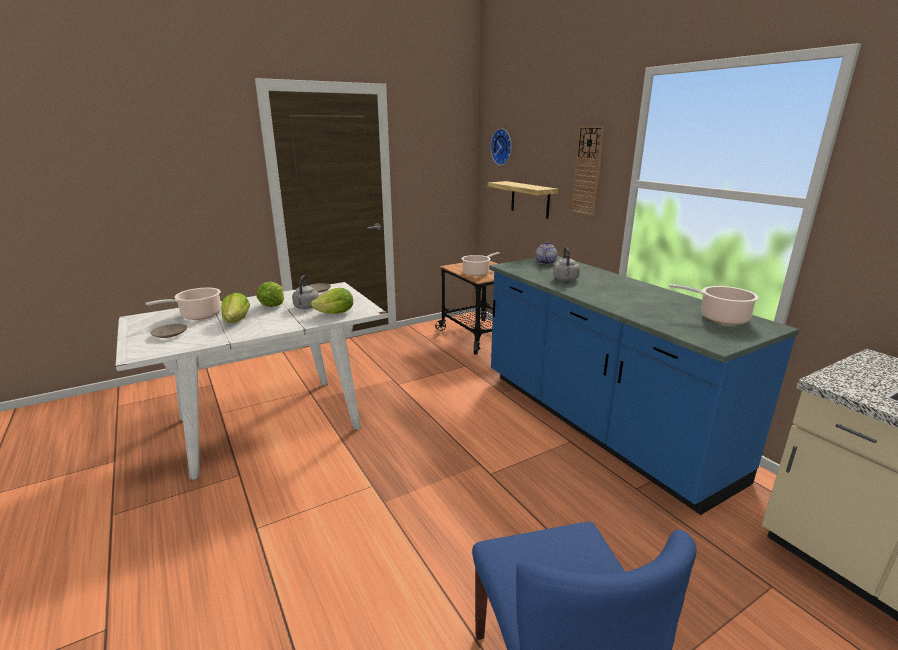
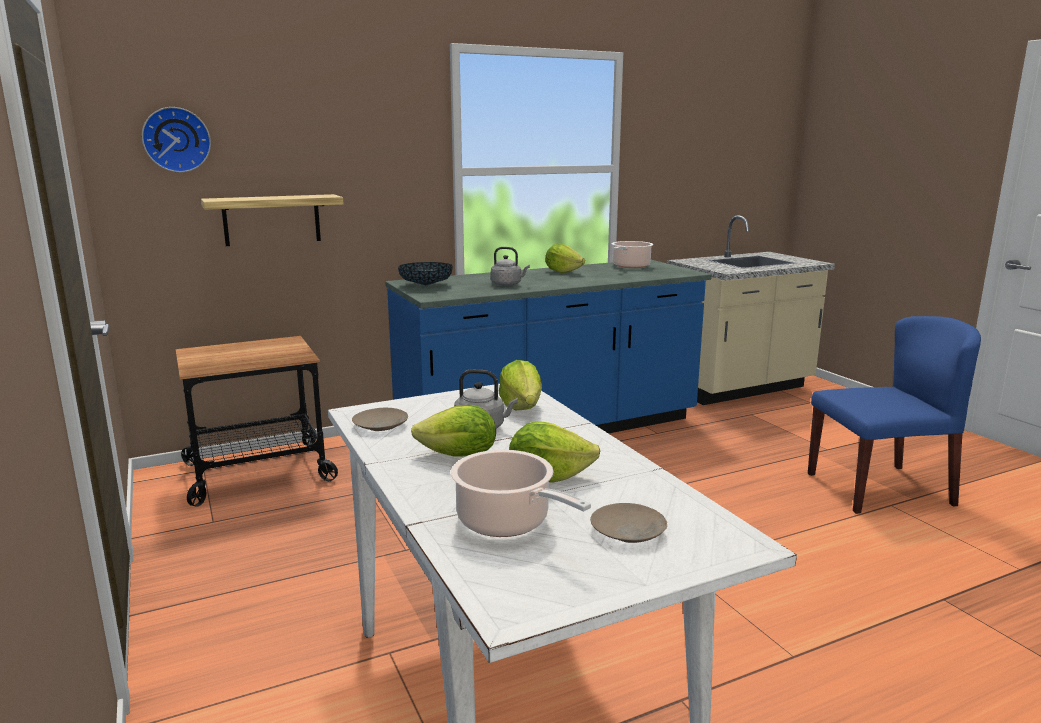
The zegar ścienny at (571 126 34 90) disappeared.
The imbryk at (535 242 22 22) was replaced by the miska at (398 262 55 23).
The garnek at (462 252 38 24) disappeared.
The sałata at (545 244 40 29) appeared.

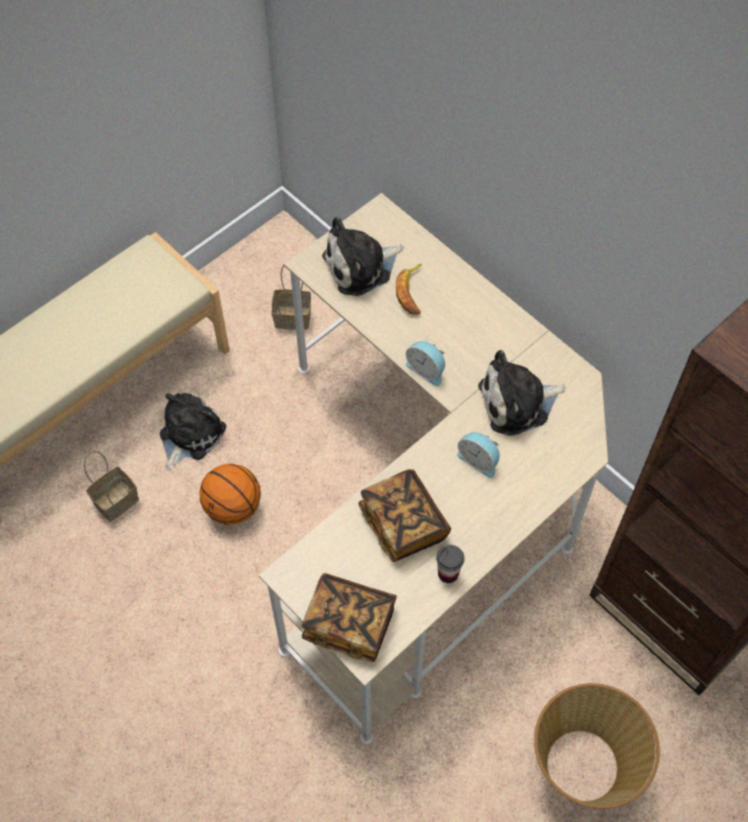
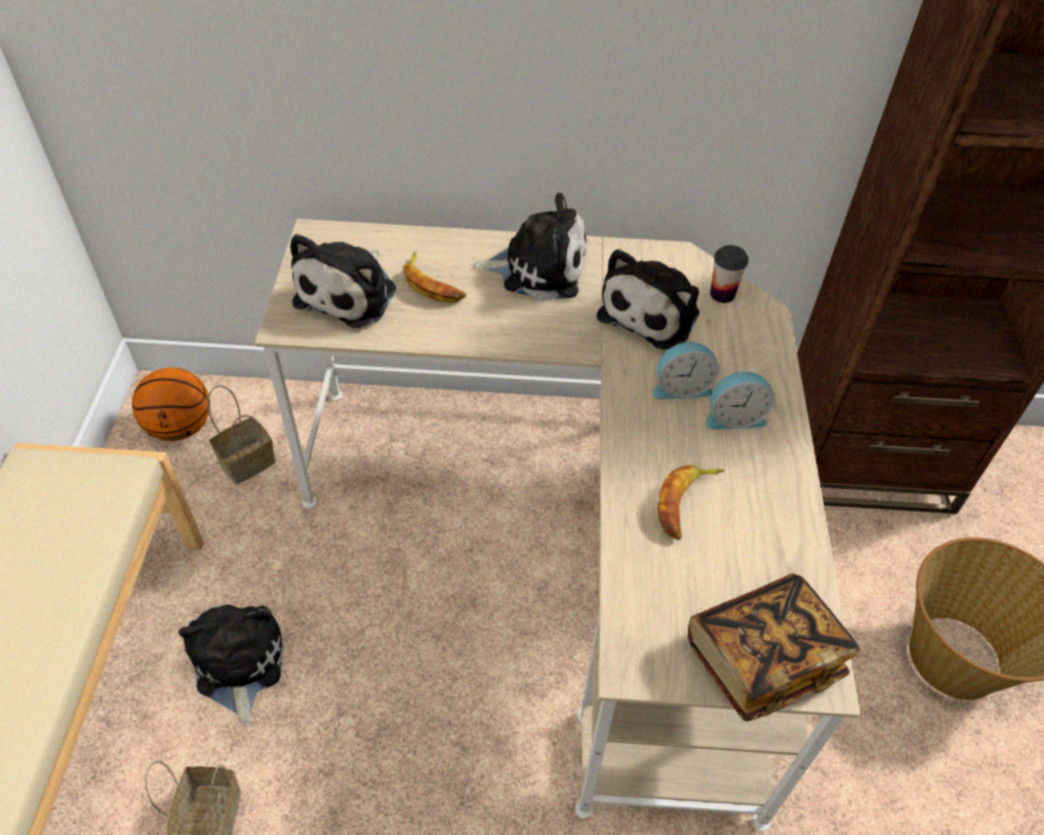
The budzik moved from (406 341 39 45) to (706 372 69 57).
The piłka do koszykówki moved from (200 464 61 61) to (132 368 78 73).
The książka at (358 469 93 93) was replaced by the banan at (657 465 68 75).
The filiżanka moved from (436 545 29 38) to (710 245 39 58).
The pluszak at (472 193 115 107) appeared.

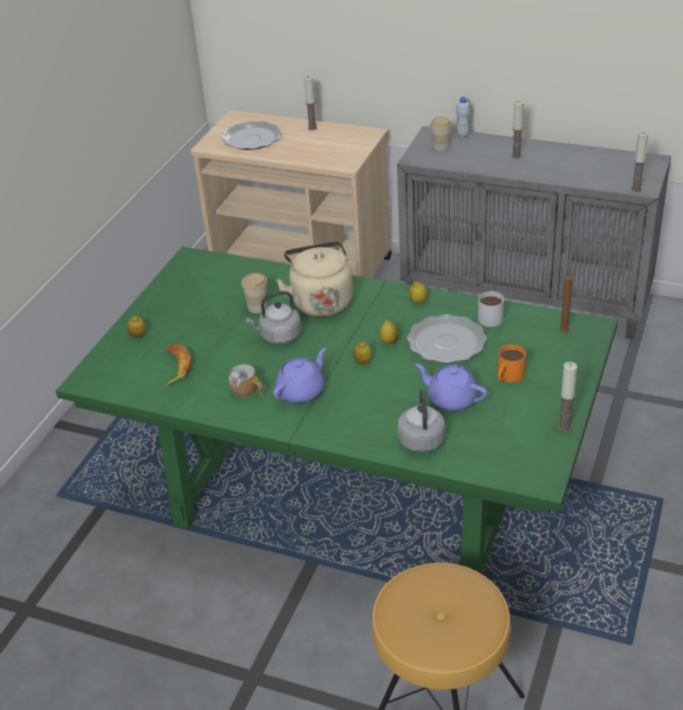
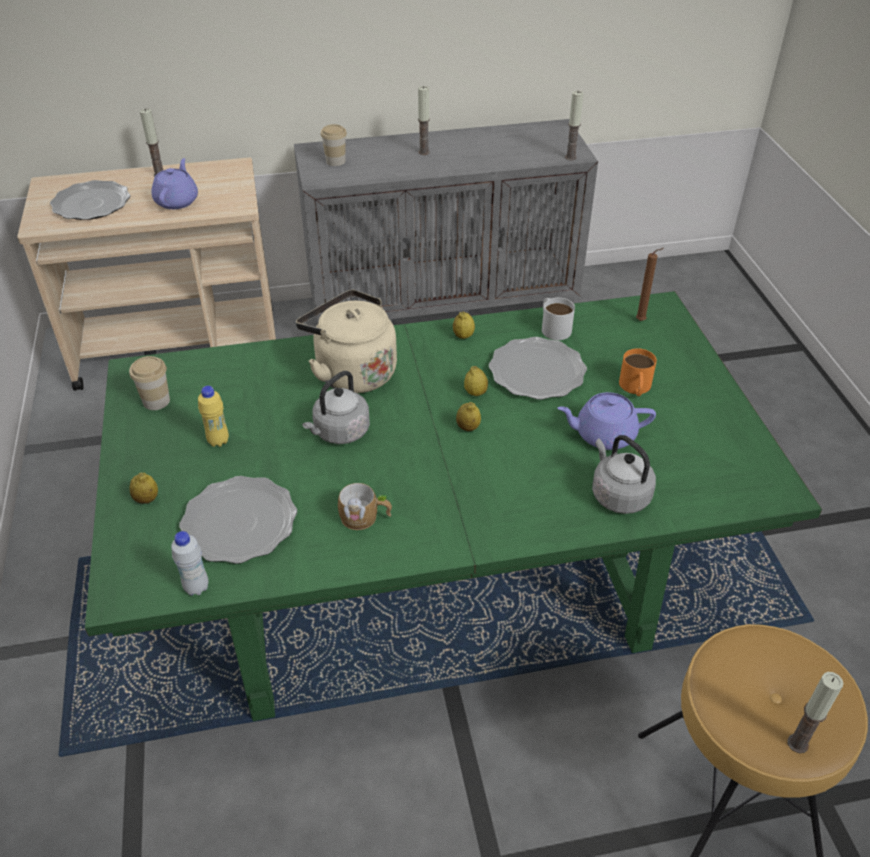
The butelka/biały moved from (456 97 14 41) to (171 531 38 65).
The filiżanka moved from (241 273 27 40) to (129 356 41 54).
The banan at (165 344 26 42) was replaced by the talerz at (179 476 118 88).
The imbryk/fioletowy moved from (273 348 53 55) to (151 158 47 51).
The świeca moved from (558 362 19 70) to (787 672 56 81).
The butelka/żółty at (198 386 31 61) appeared.

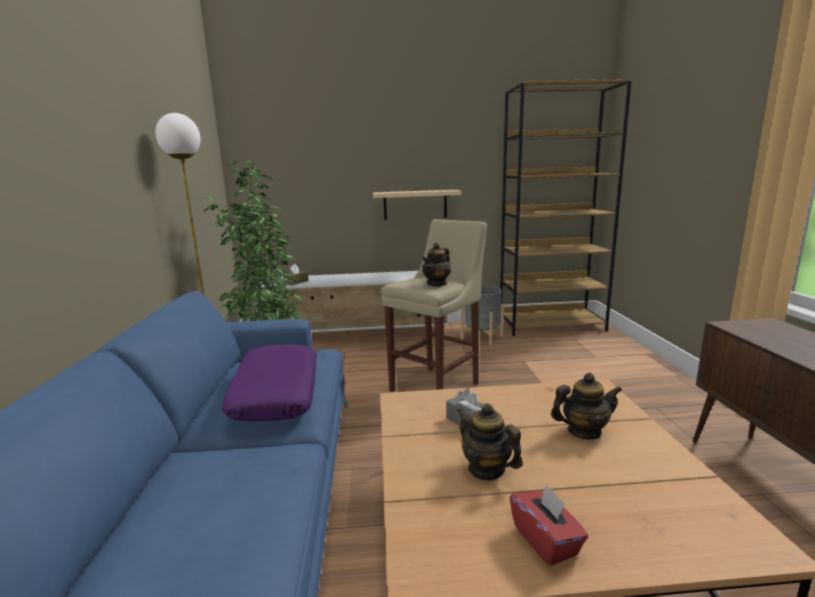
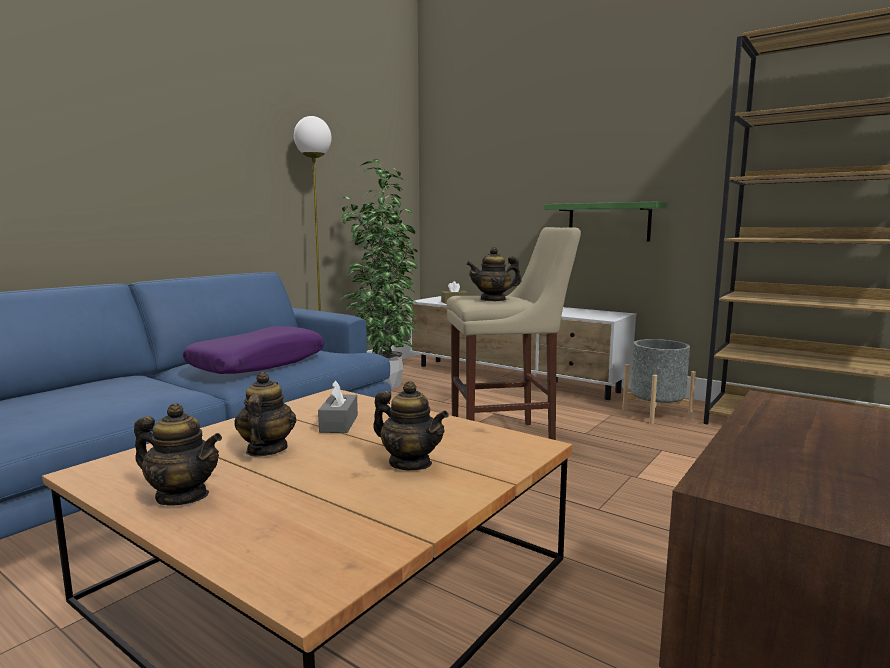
The półka/beżowy at (373 190 88 30) became the półka/zielony at (544 202 123 40).
The pudełko chusteczek/czerwony at (510 484 78 82) was replaced by the imbryk at (134 403 88 102).

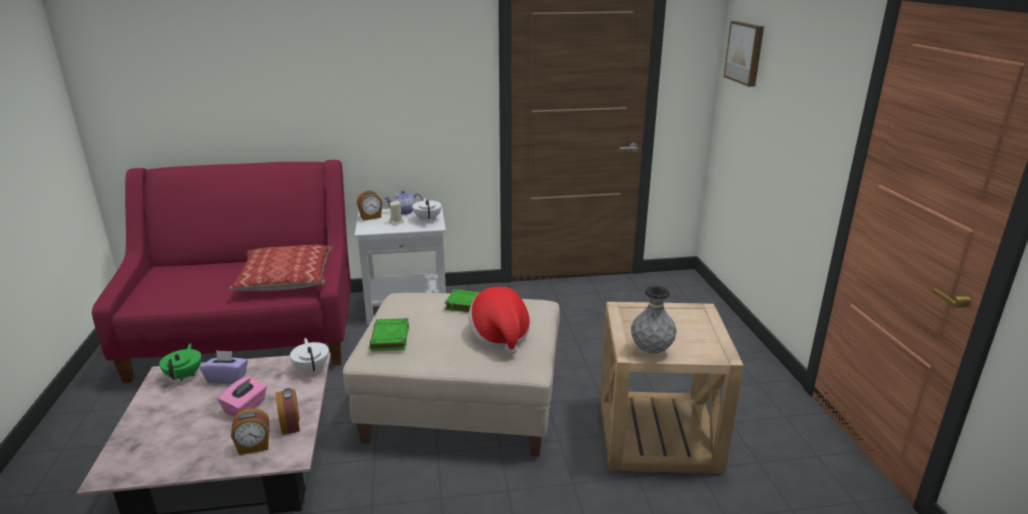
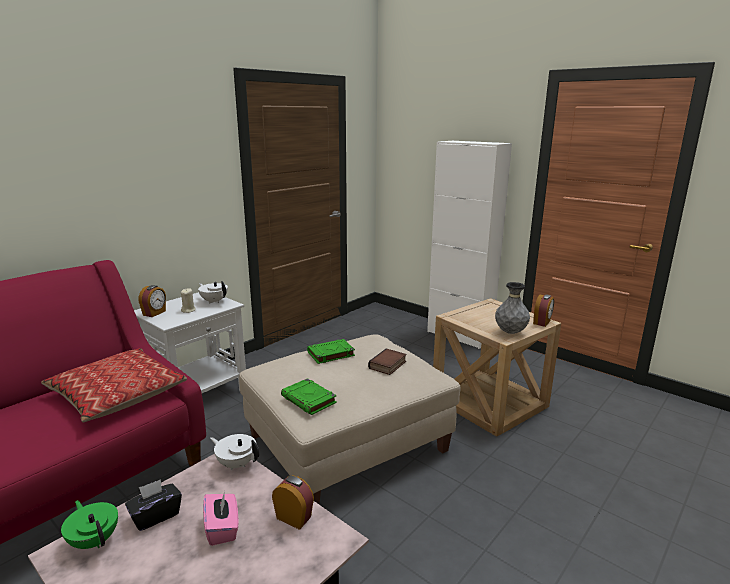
The obraz at (724 21 40 66) disappeared.
The imbryk at (384 190 39 25) disappeared.
The kapelusz at (469 287 61 68) was replaced by the książka at (368 349 39 26).
The pudełko chusteczek/fioletowy at (200 350 48 34) became the pudełko chusteczek/czarny at (125 479 57 52).
The budzik moved from (231 408 38 47) to (533 294 21 33).
The szafka/biały at (427 141 85 208) appeared.

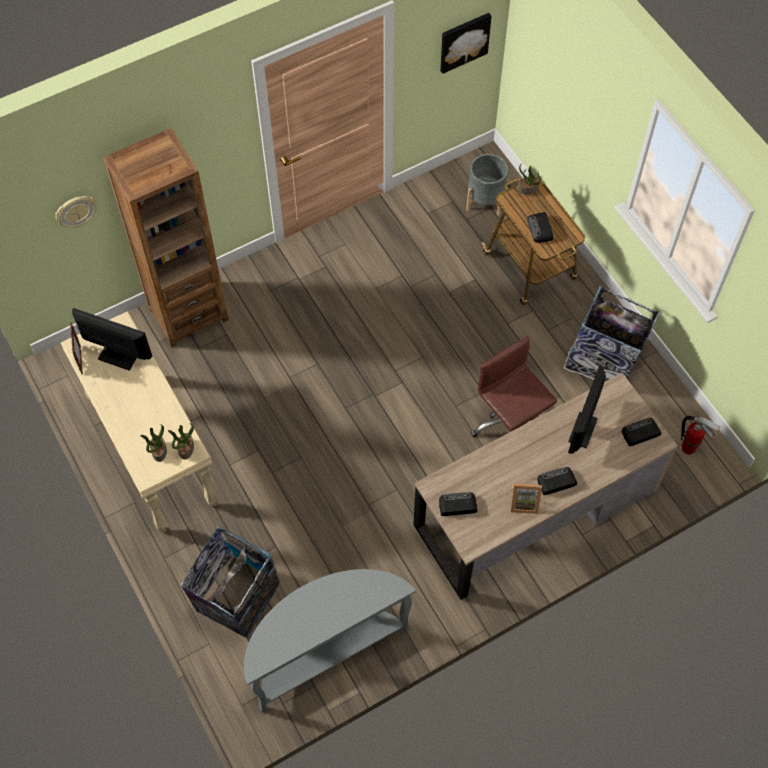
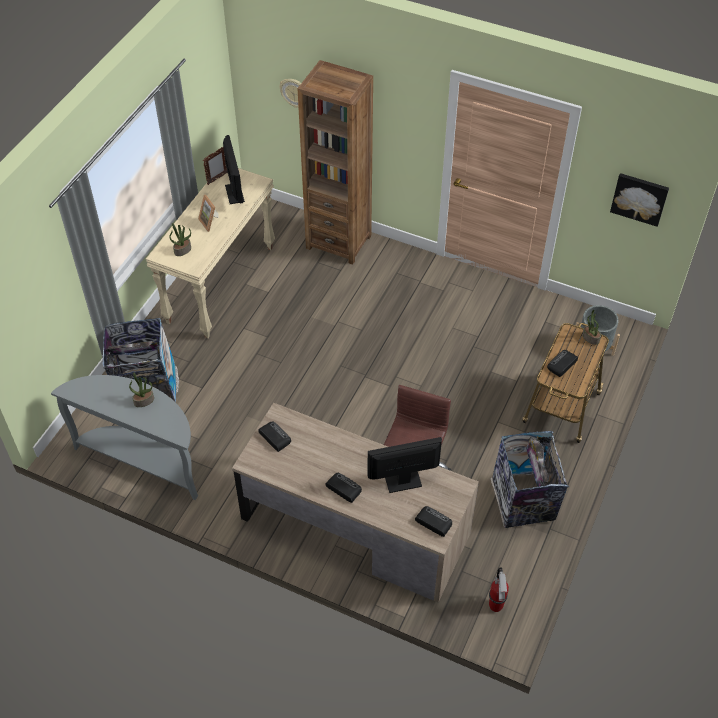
The roślina doniczkowa moved from (168 423 26 37) to (129 373 25 34).
The ramka na zdjęcie moved from (511 484 31 30) to (198 195 20 37).

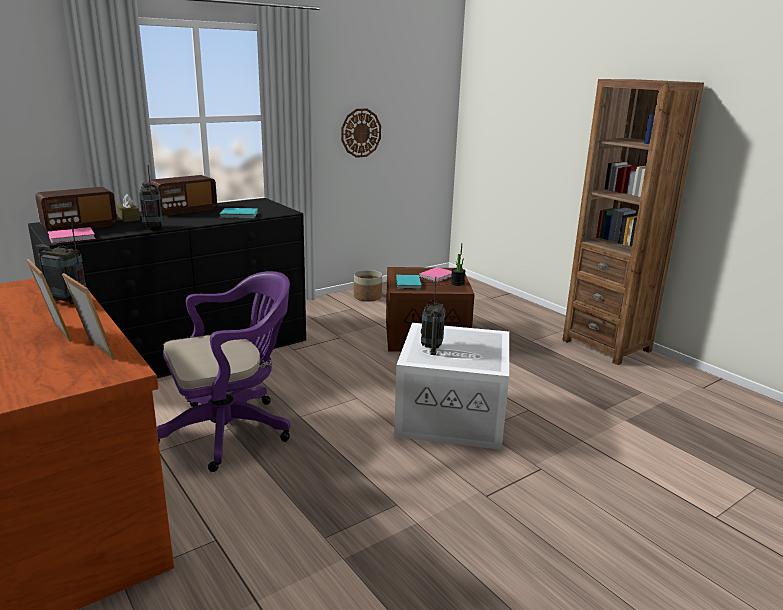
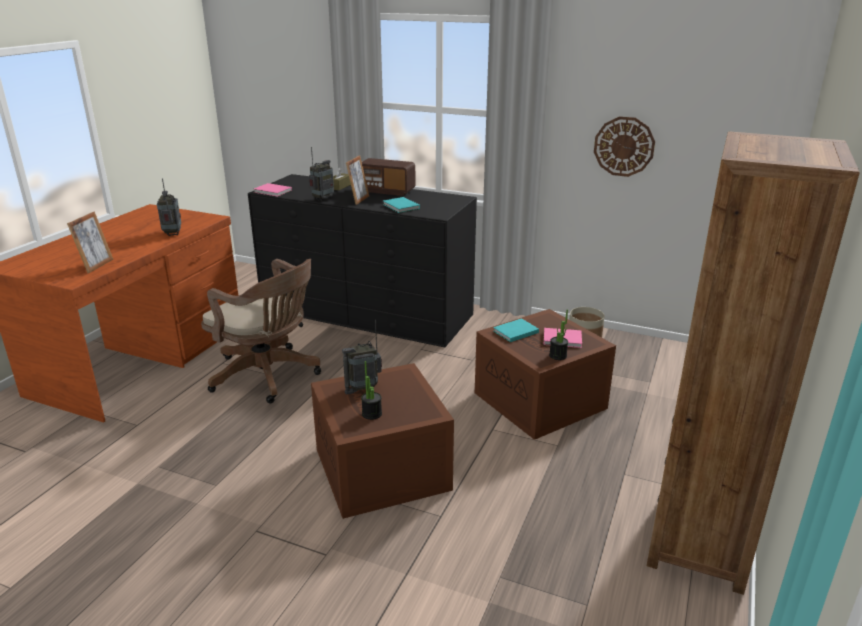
The radio at (35 187 82 44) disappeared.
The ramka na zdjęcie moved from (26 259 46 83) to (346 155 23 50).
The krzesło biurowe/fioletowy at (157 271 133 201) became the krzesło biurowe/brązowy at (201 259 120 145).
The pojemnik do przechowywania/biały at (394 323 115 127) became the pojemnik do przechowywania/brązowy at (311 363 143 156).
The roślina doniczkowa at (361 361 21 59) appeared.

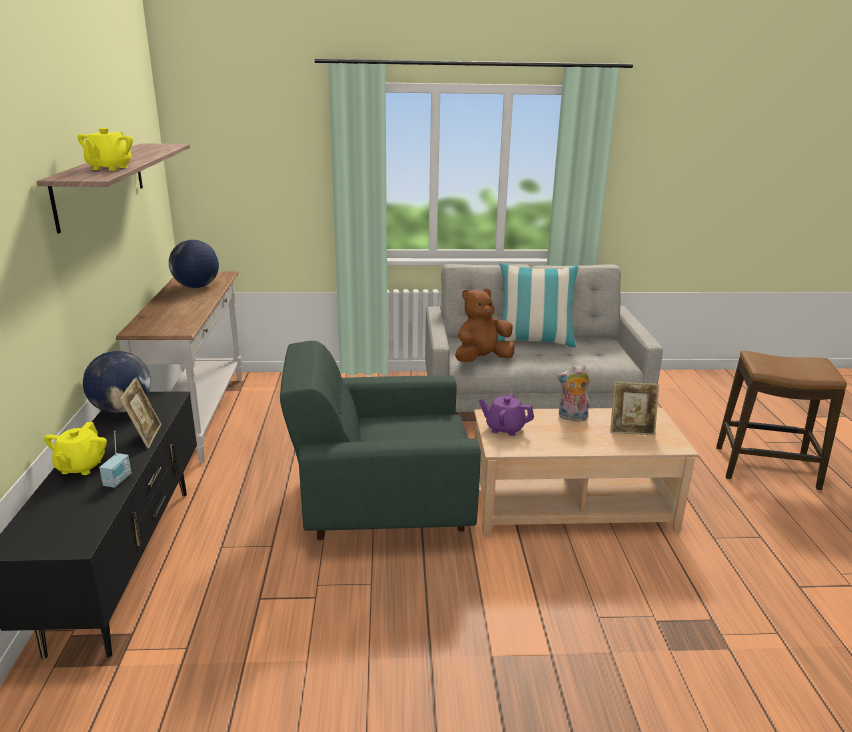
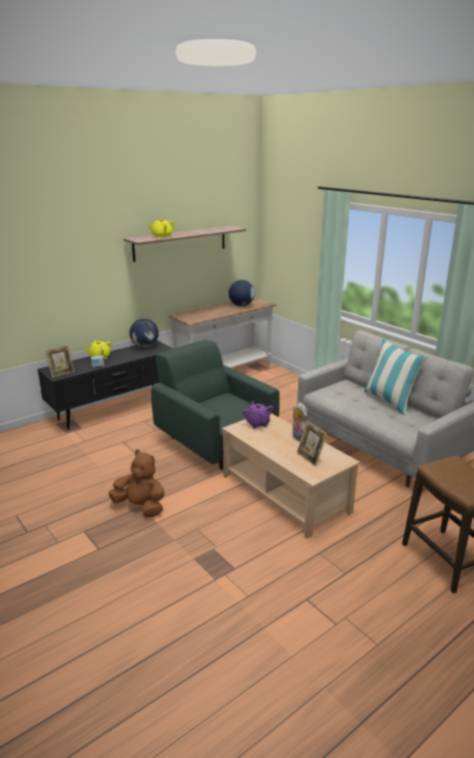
The pluszak/brązowy moved from (455 288 60 74) to (109 450 56 67).
The ramka na zdjęcie moved from (120 378 41 70) to (45 345 29 33).

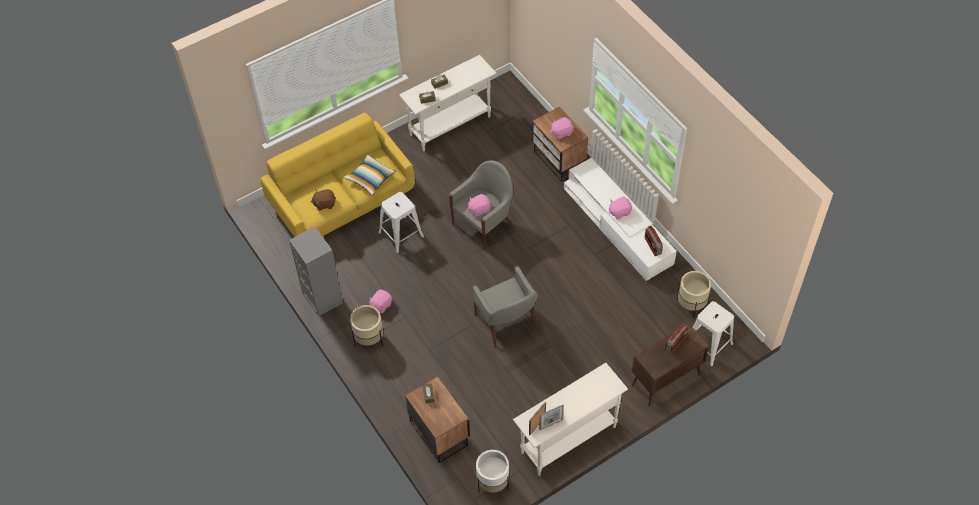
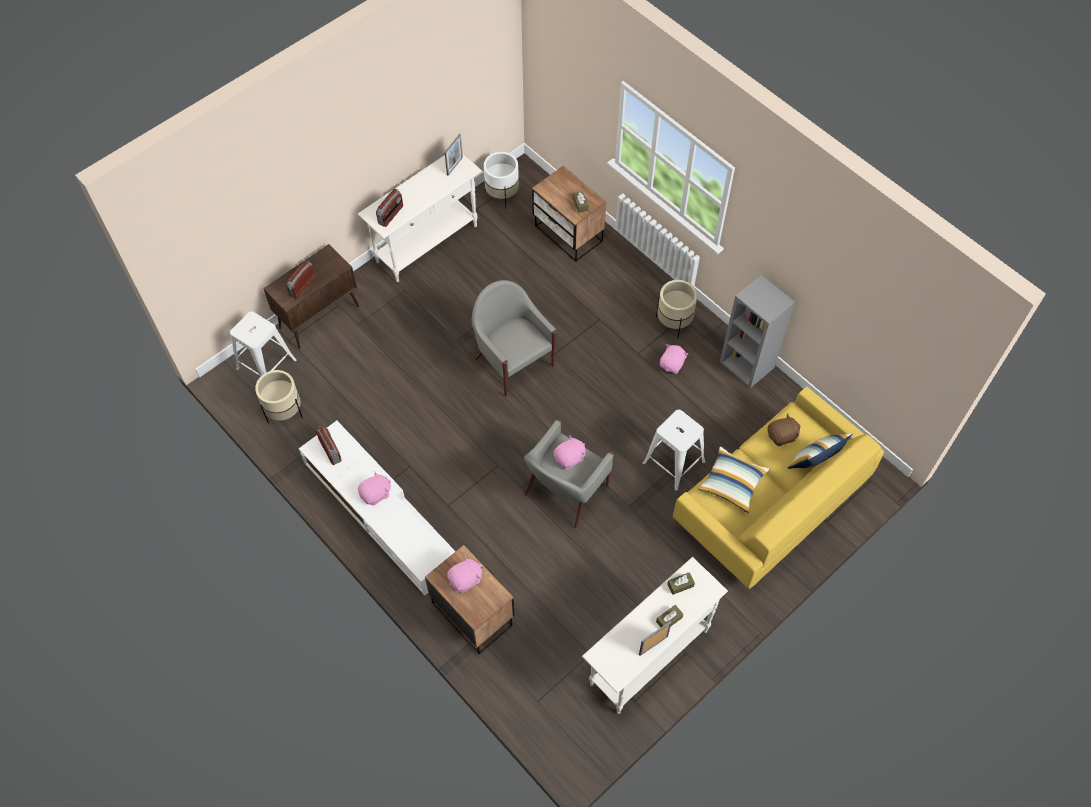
The ramka na zdjęcie moved from (539 405 25 25) to (639 621 33 35).
The radio at (376 189 27 38) appeared.
The poduszka at (788 433 64 36) appeared.

